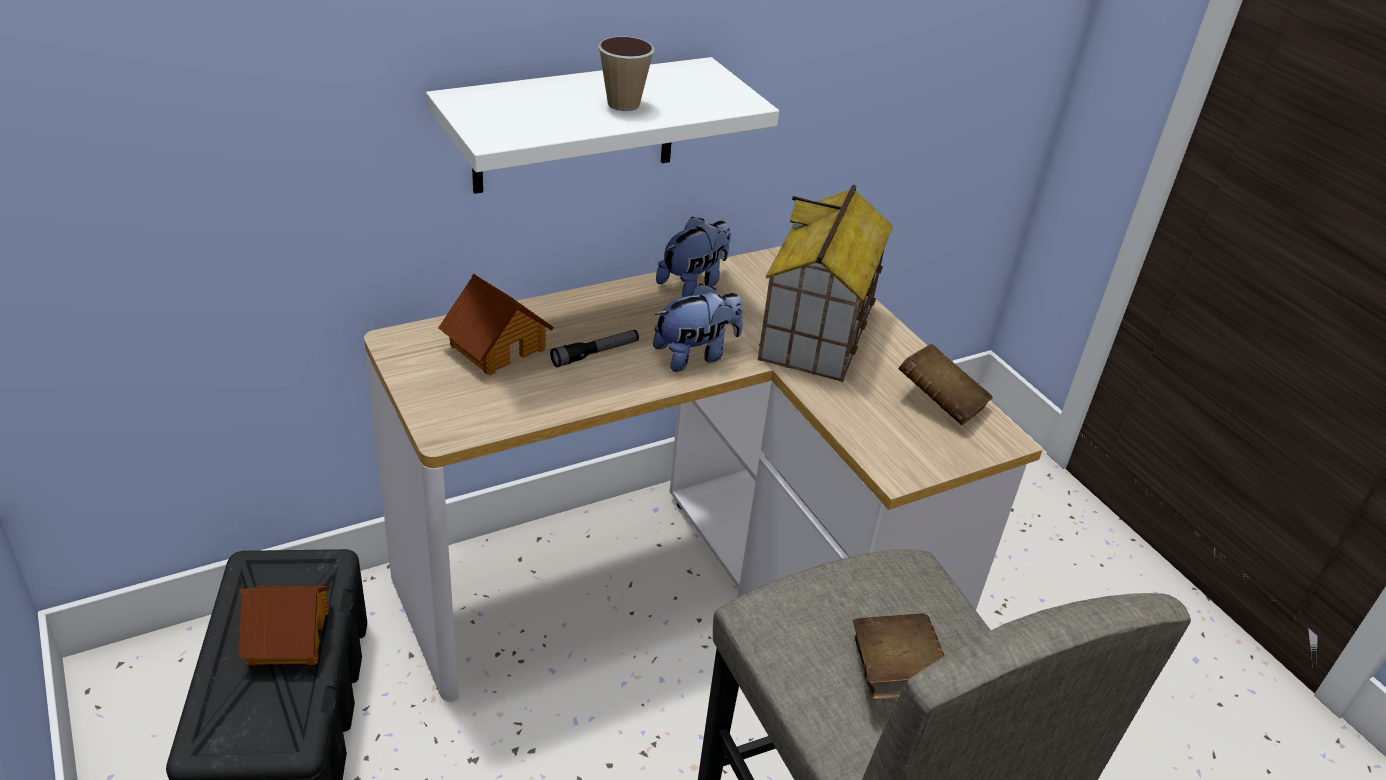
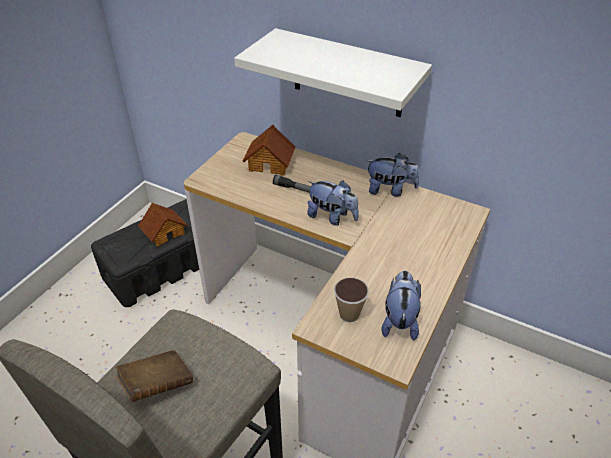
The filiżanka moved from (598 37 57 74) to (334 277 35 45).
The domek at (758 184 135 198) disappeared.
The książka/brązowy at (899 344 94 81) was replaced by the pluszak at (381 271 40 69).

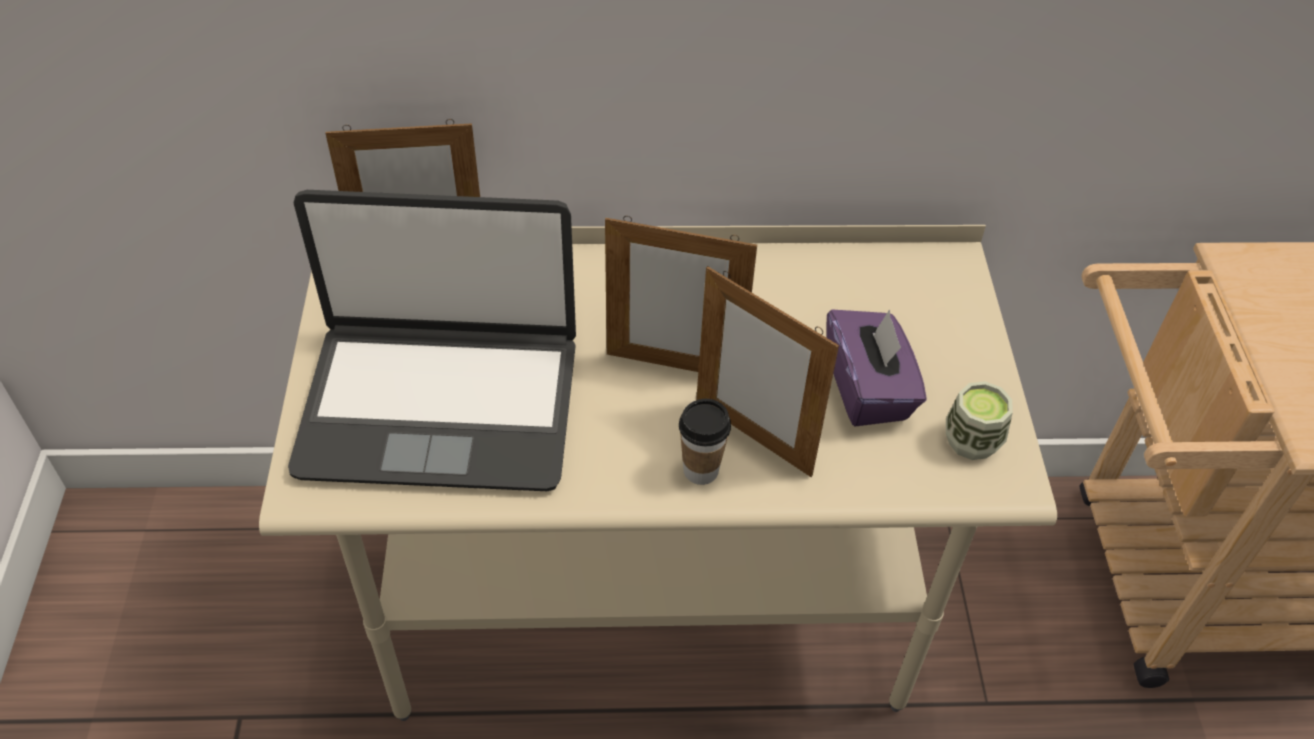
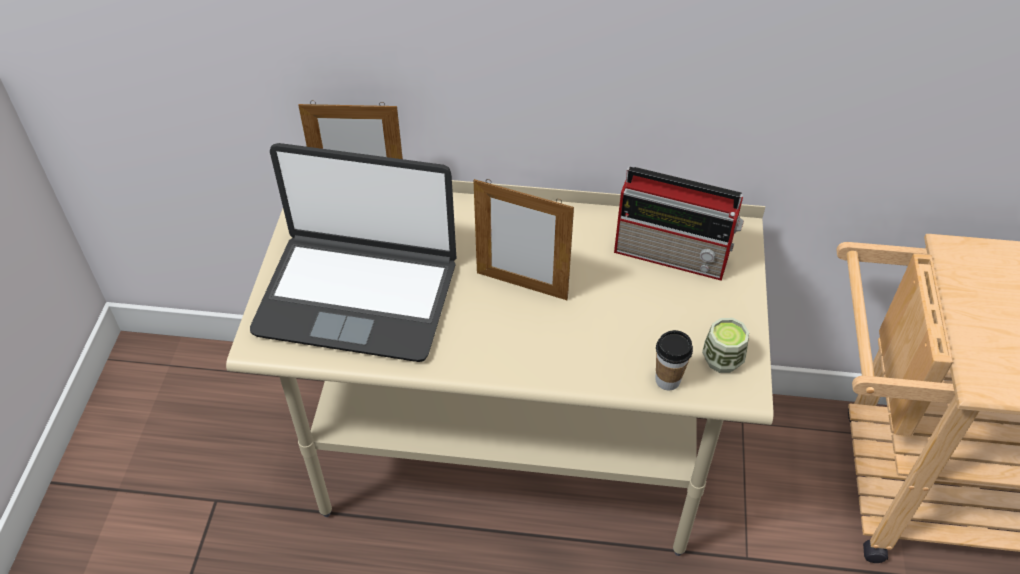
The ramka na zdjęcie at (696 266 143 211) disappeared.
The pudełko chusteczek/fioletowy at (826 309 100 117) disappeared.
The filiżanka moved from (679 399 52 86) to (655 330 38 61).
The radio at (614 167 130 114) appeared.

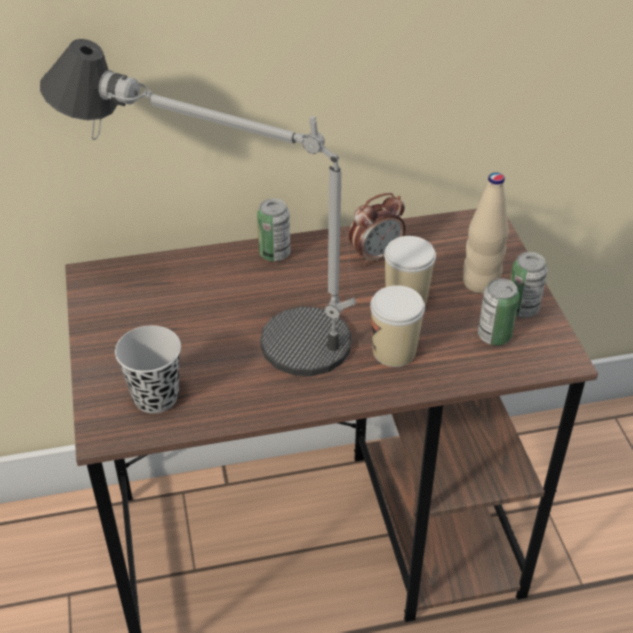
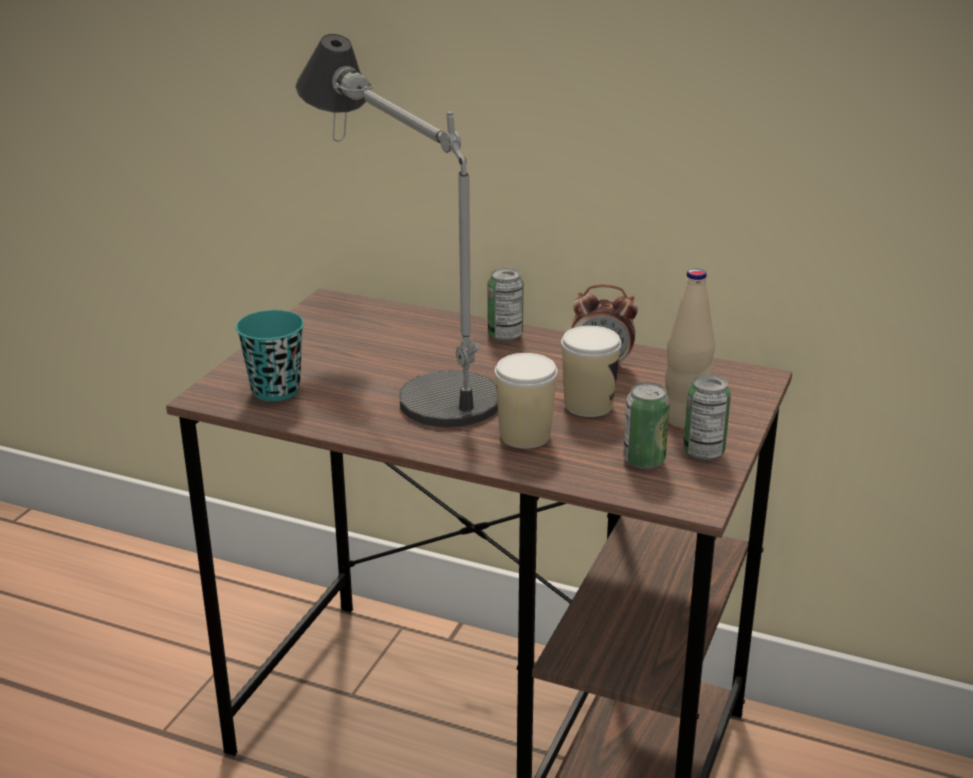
The filiżanka/czarny at (115 325 66 88) became the filiżanka/turkusowy at (236 310 68 91).

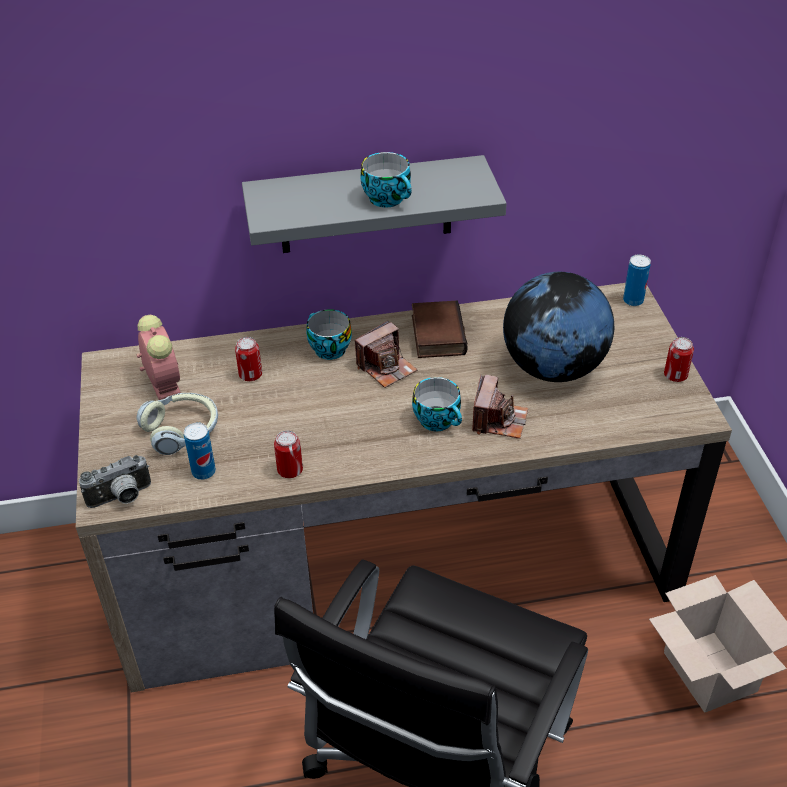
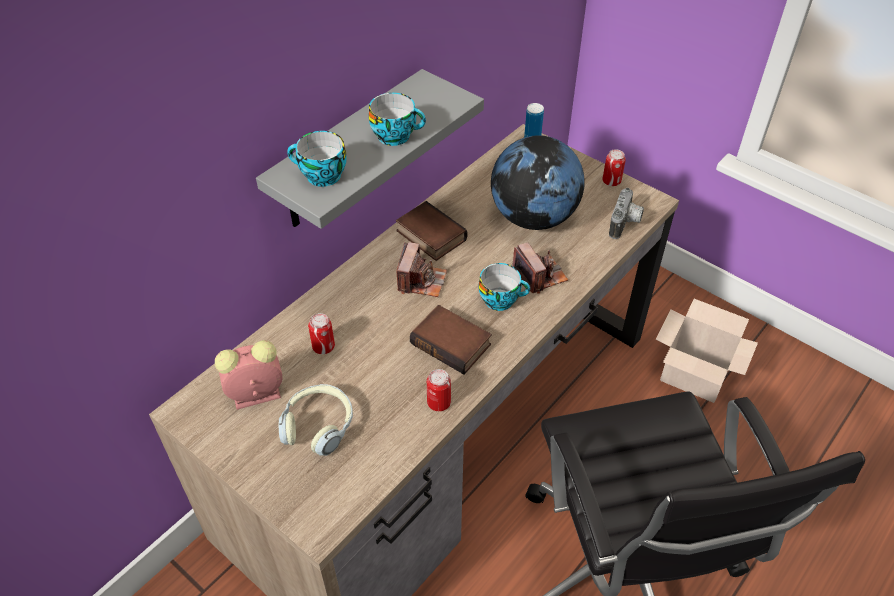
The filiżanka moved from (306 309 46 51) to (287 131 60 56).
The budzik at (137 315 44 85) turned 45 degrees counterclockwise.
The puszka at (184 423 32 57) disappeared.
The aparat fotograficzny moved from (79 455 72 53) to (609 188 35 51).
The książka at (410 305 82 70) appeared.

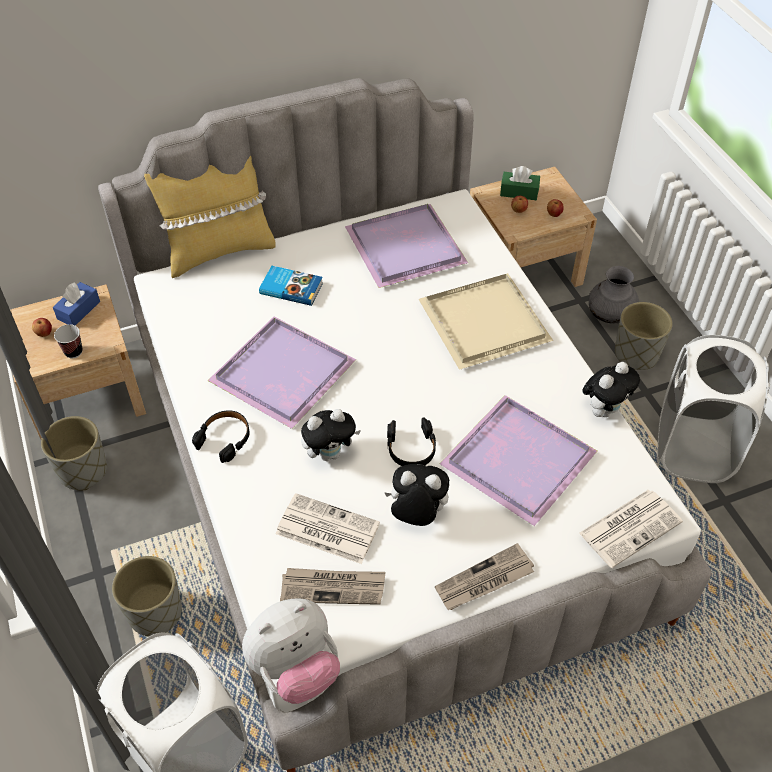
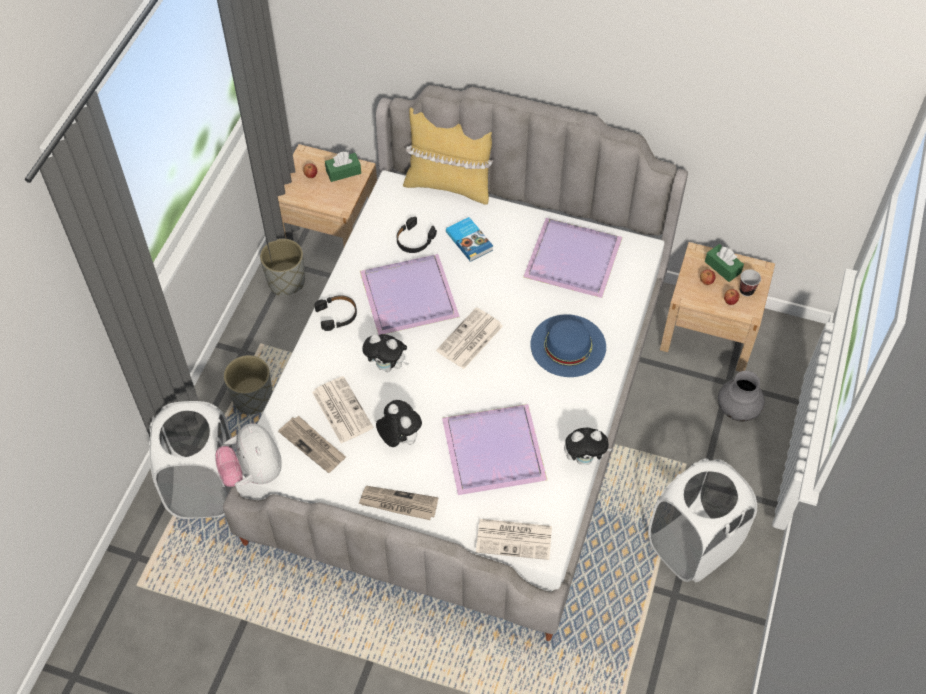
The taca/beżowy at (419 273 134 97) was replaced by the kapelusz/niebieski at (530 314 76 63).
The pudełko chusteczek/niebieski at (53 282 47 44) became the pudełko chusteczek/zielony at (325 152 36 30).
The donica/szary at (615 302 58 68) disappeared.
The filiżanka moved from (54 324 29 34) to (740 269 21 27).
The słuchawki/czarny moved from (387 417 49 49) to (397 217 40 36).
The pluszak at (242 598 98 106) turned 60 degrees clockwise.
The gazeta at (436 307 67 62) appeared.

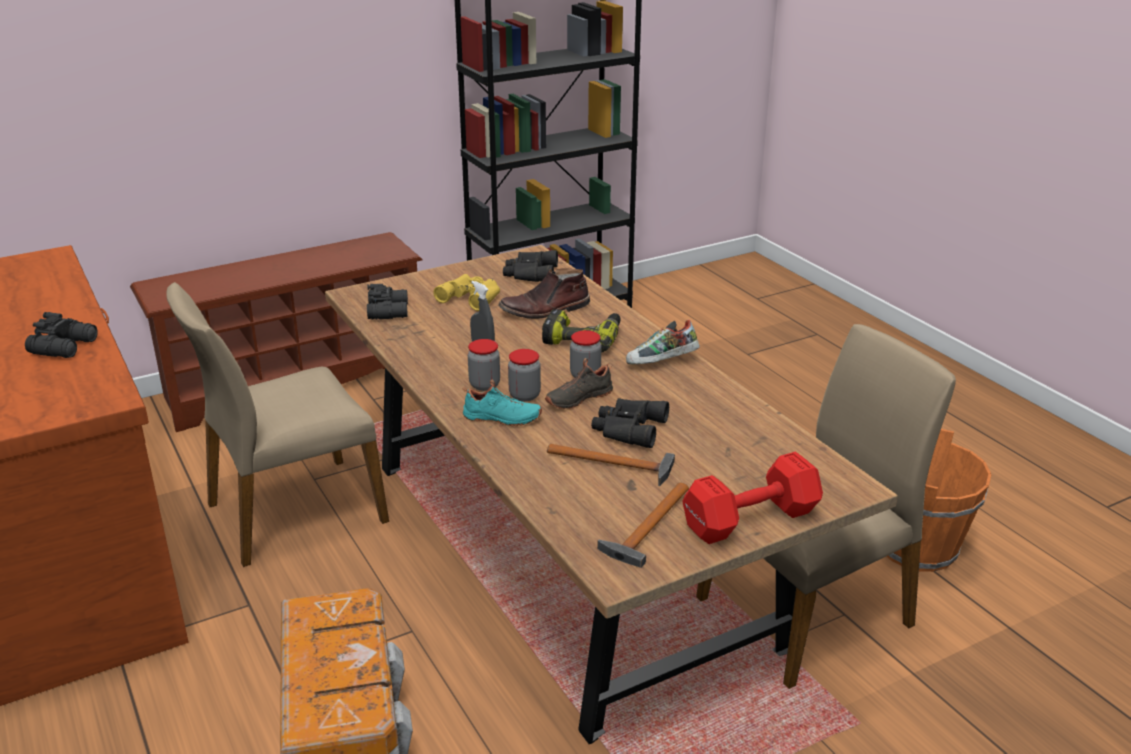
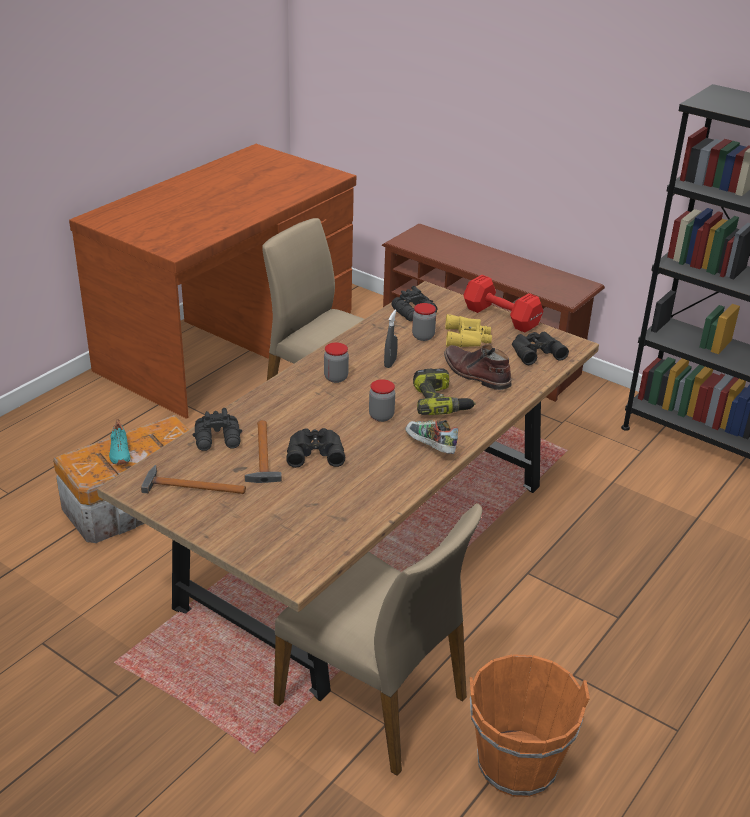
The lornetka/czarny moved from (25 312 73 46) to (192 408 50 43).
The słoik moved from (508 349 33 53) to (412 303 24 38).
The but/czarny at (545 358 68 51) disappeared.
The but/turkusowy moved from (462 380 80 46) to (109 419 22 45).
The hantel/czerwony moved from (682 452 141 92) to (463 275 80 58).

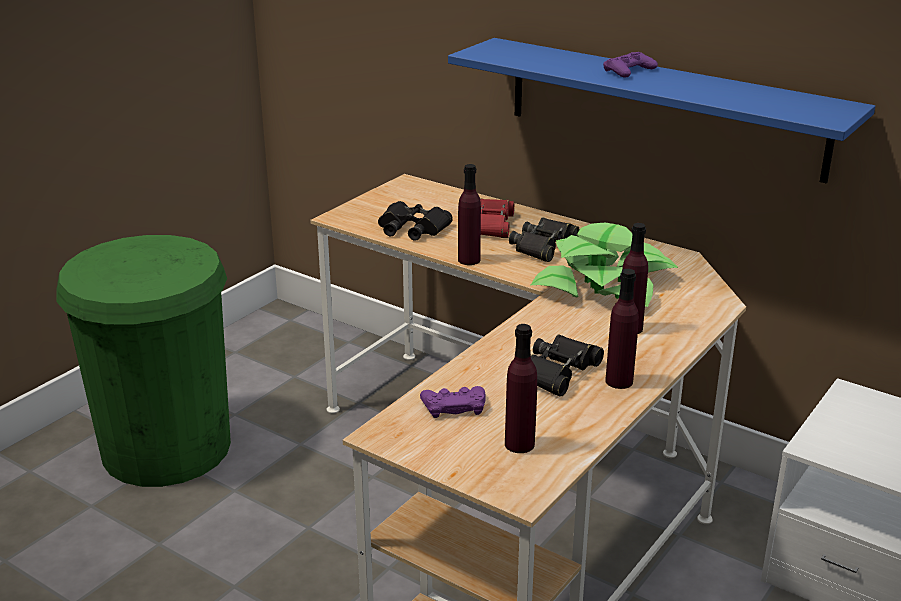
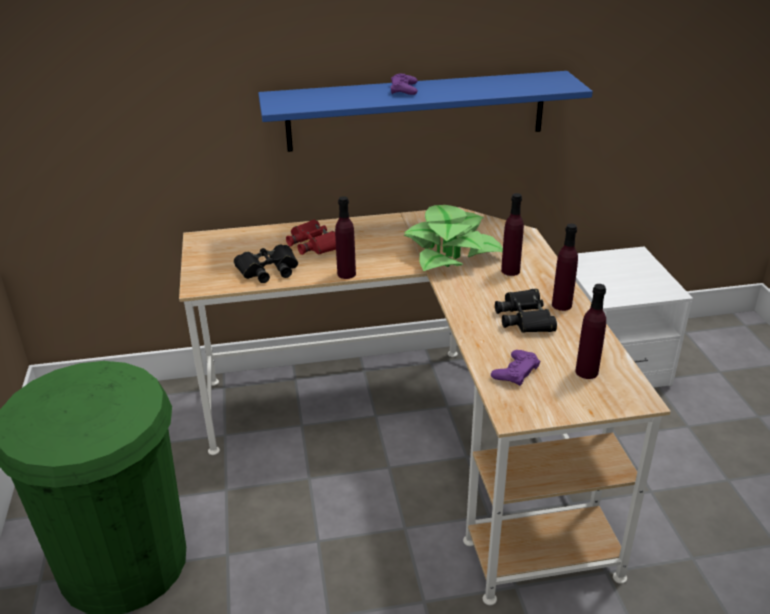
The lornetka/czarny at (509 217 71 45) disappeared.

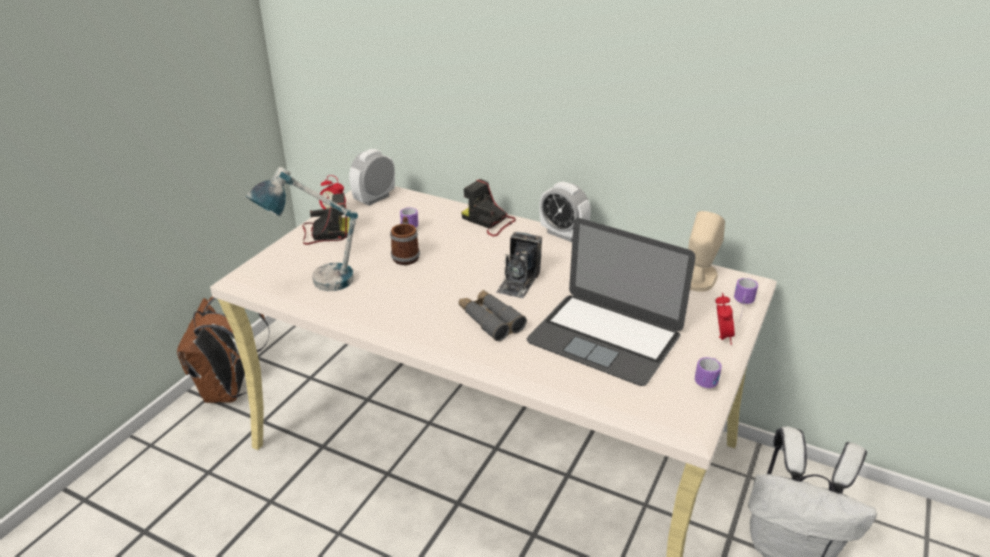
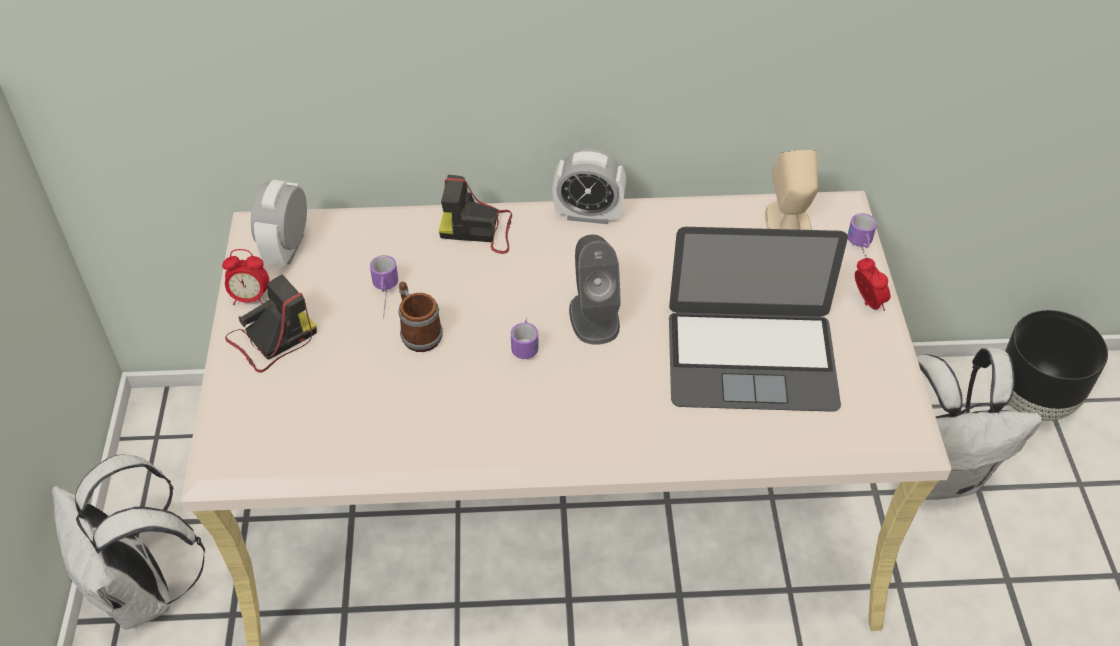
The lampa stołowa at (246 167 112 124) disappeared.
The aparat fotograficzny at (496 232 46 66) was replaced by the głośnik/szary at (569 235 52 110).
The lornetka/szary at (459 290 68 51) disappeared.
The plecak/brązowy at (177 297 93 106) became the plecak/biały at (52 455 153 174).
The kubek moved from (695 357 27 31) to (511 317 28 42).
The donica/czarny at (1005 310 103 111) appeared.

